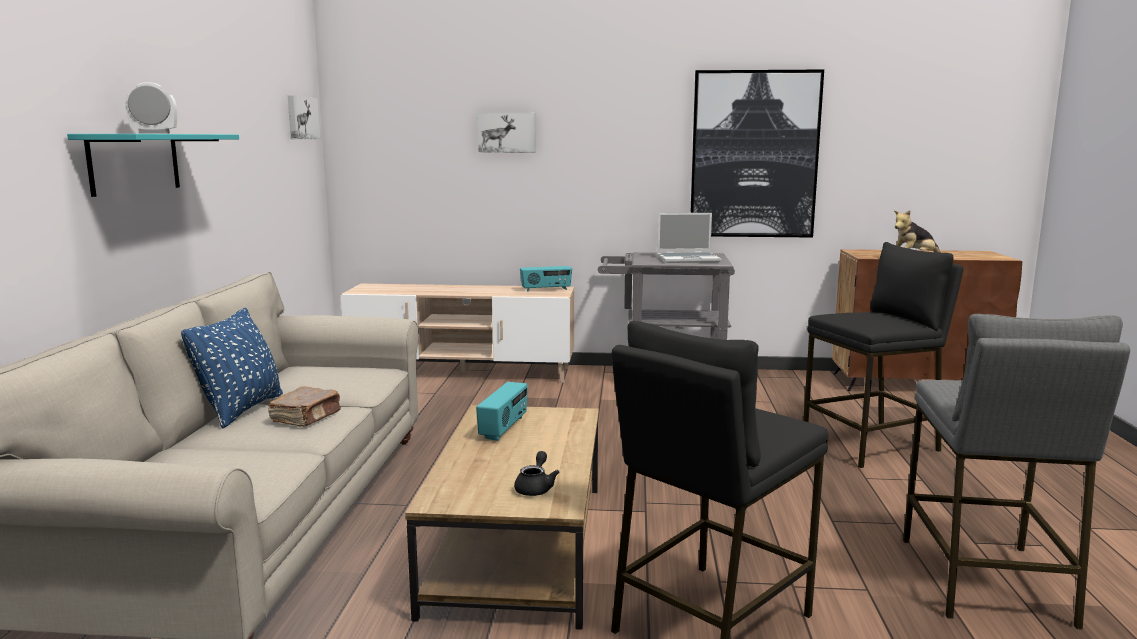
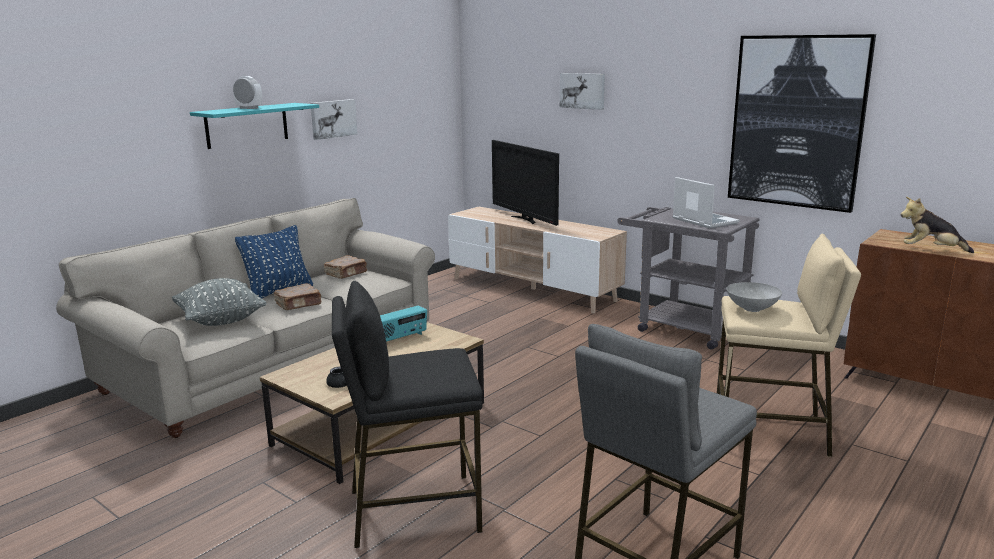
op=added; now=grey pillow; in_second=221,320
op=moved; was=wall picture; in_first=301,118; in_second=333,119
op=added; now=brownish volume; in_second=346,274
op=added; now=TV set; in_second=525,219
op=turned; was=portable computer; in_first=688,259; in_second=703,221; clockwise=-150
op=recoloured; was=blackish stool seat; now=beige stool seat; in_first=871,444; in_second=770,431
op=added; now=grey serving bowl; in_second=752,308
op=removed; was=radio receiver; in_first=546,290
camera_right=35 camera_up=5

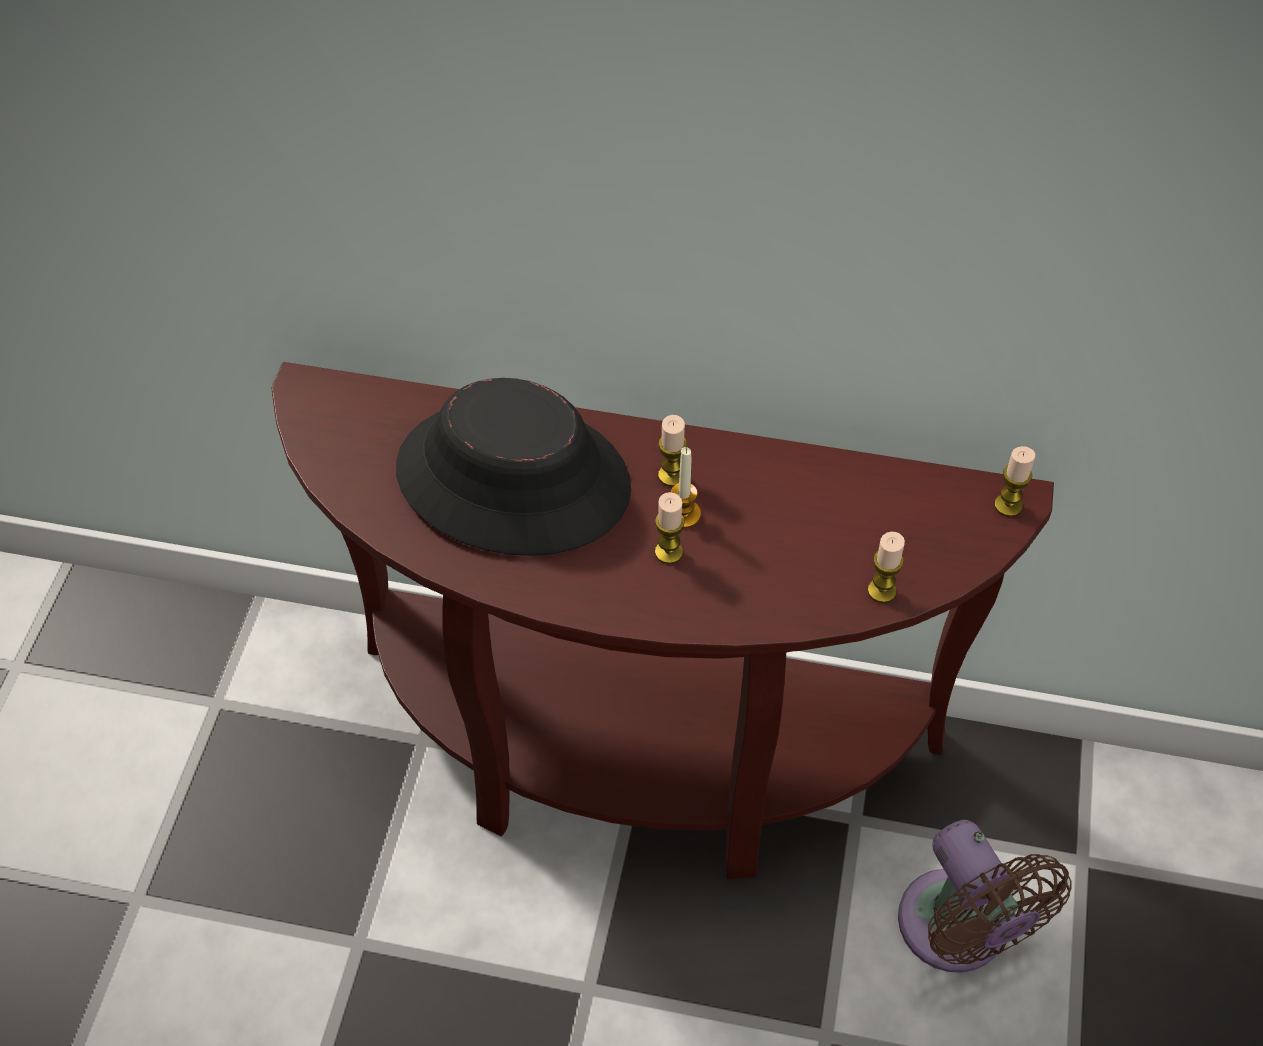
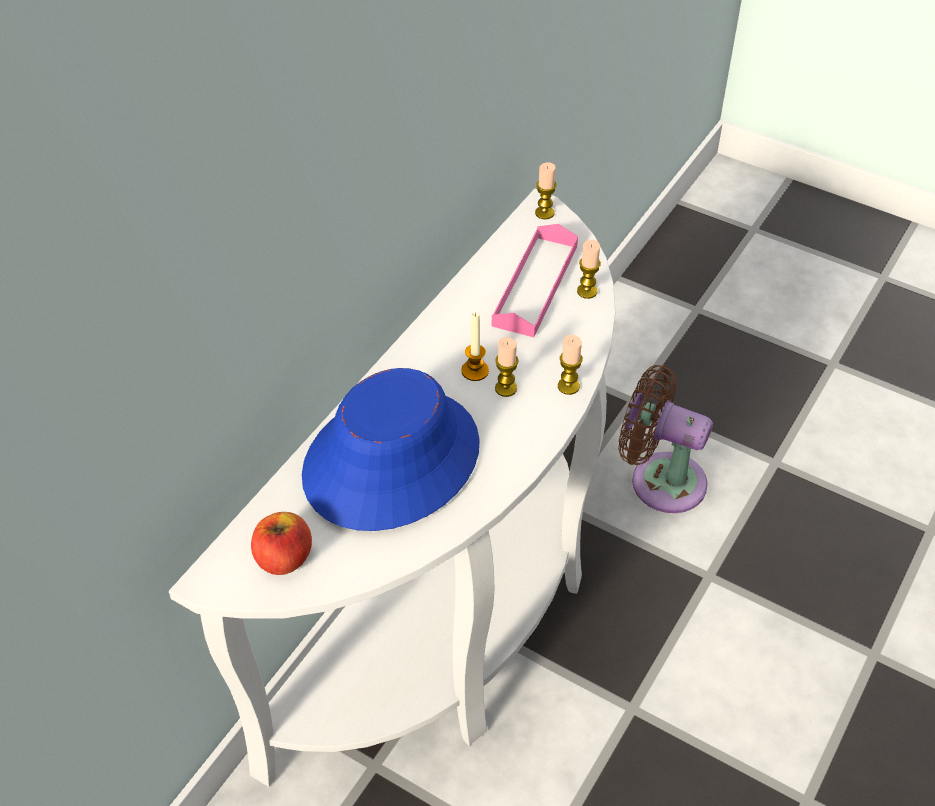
op=recoloured; was=brownish narrow table; now=white-coloured narrow table; in_first=635,756; in_second=454,619
op=added; now=apple; in_second=284,558
op=recoloured; was=blackish hat; now=bluish hat; in_first=514,478; in_second=391,459
op=added; now=pinkish carrying tray; in_second=535,285
op=moved; was=candle; in_first=671,475; in_second=568,386
op=turned; was=brownish cooling fan; in_first=958,933; in_second=660,479; clockwise=-150
camera_right=-70 camera_up=-5

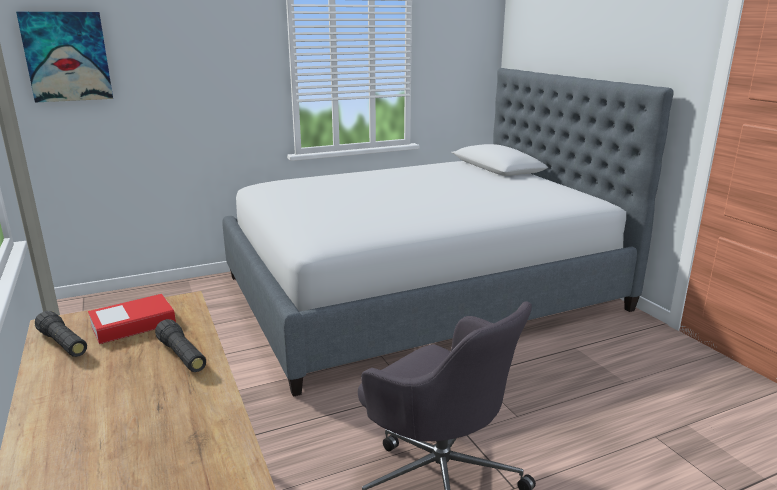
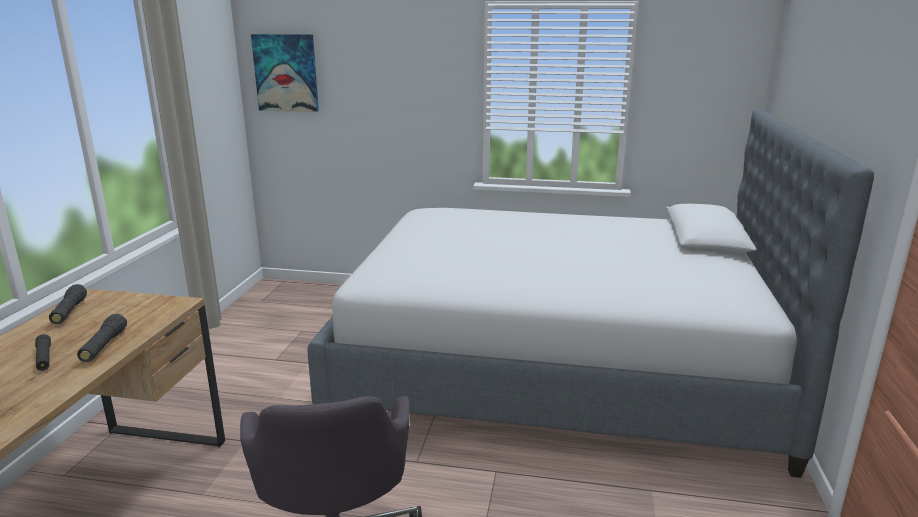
op=added; now=blackish hand torch; in_second=44,358
op=removed; was=volume; in_first=133,325
camera_right=35 camera_up=0

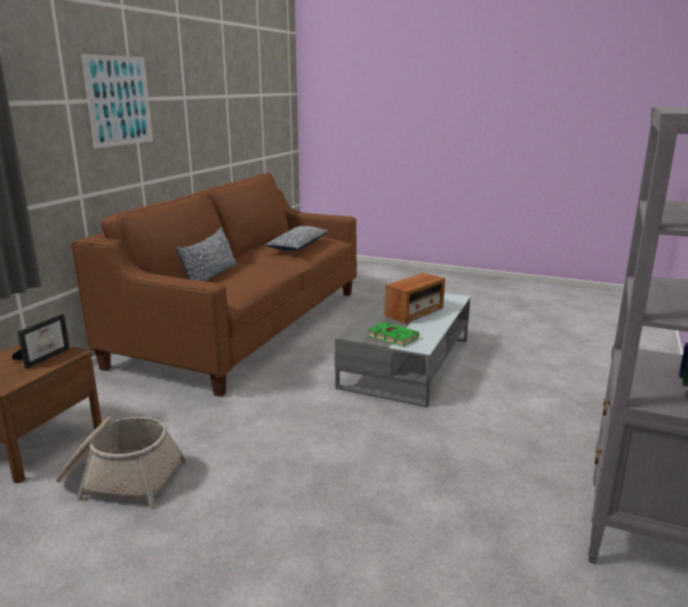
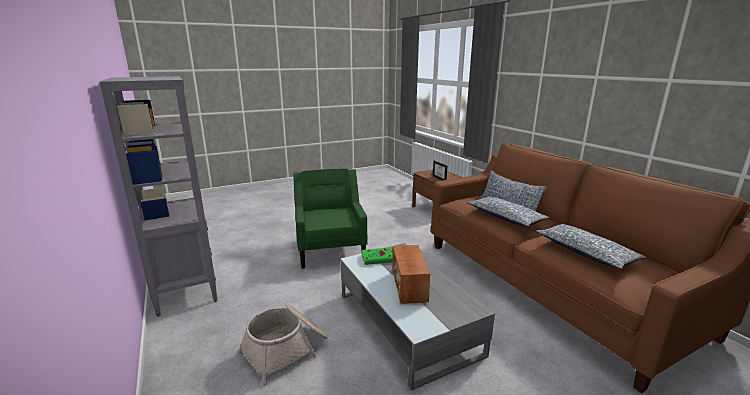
op=moved; was=household basket; in_first=121,478; in_second=286,350
op=added; now=green-coloured easy chair; in_second=330,249
op=added; now=pillow; in_second=505,217
op=removed; was=wall picture; in_first=119,101
camera_right=130 camera_up=0

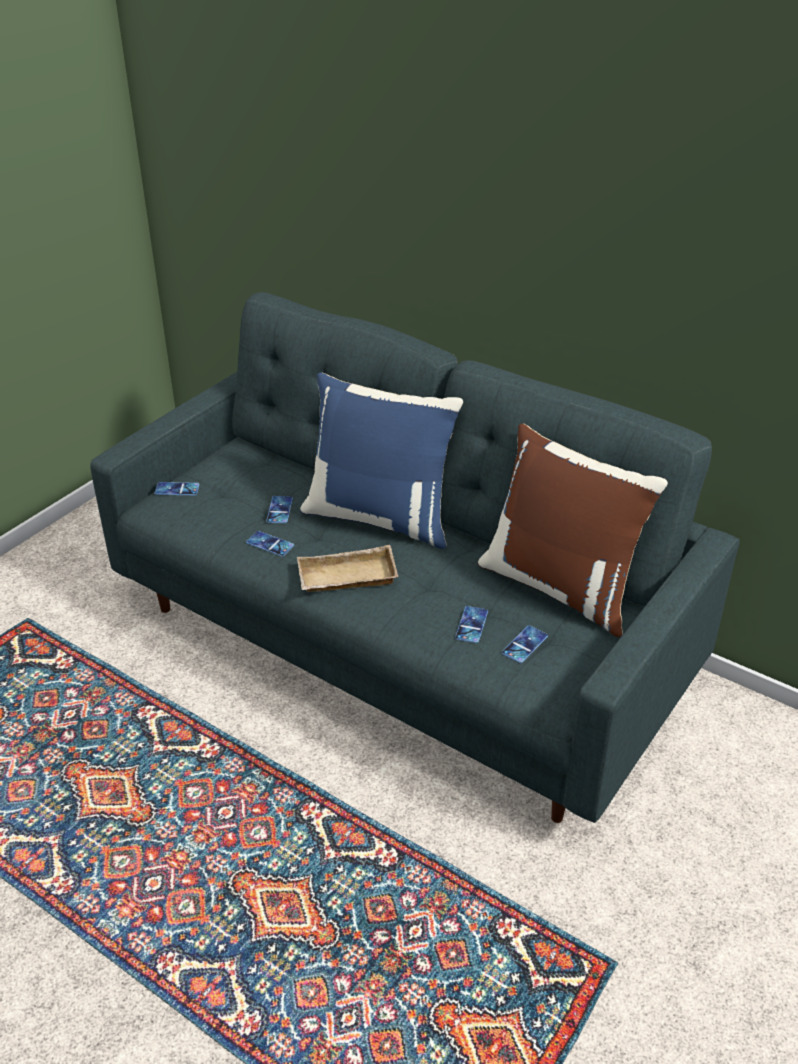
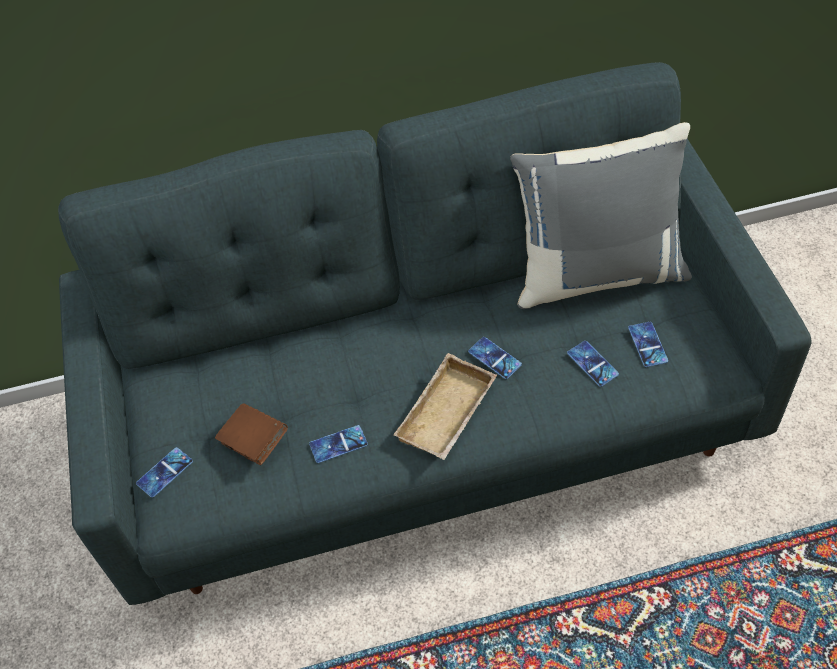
op=added; now=brownish volume; in_second=254,443
op=moved; was=telephone; in_first=279,510; in_second=494,358
op=recoloured; was=brownish pillow; now=grey pillow; in_first=561,587; in_second=597,273
op=removed; was=bluish pillow; in_first=381,517
camera_right=-45 camera_up=15

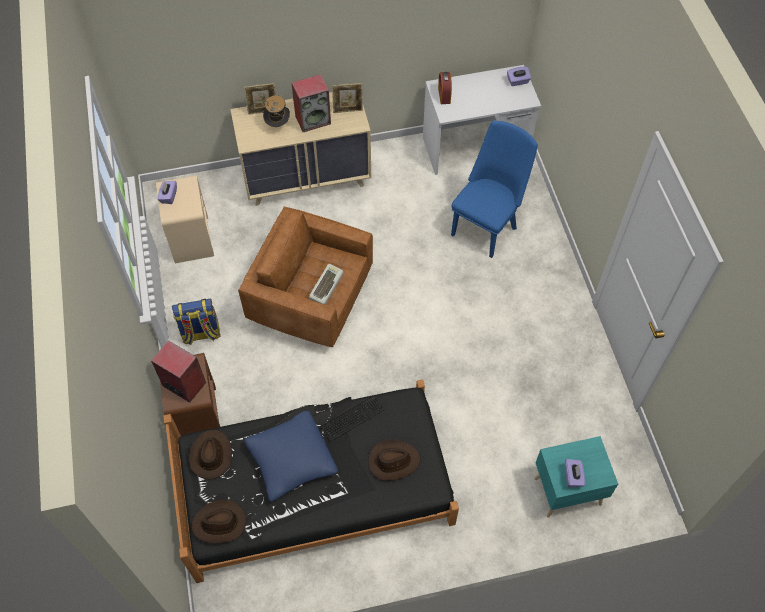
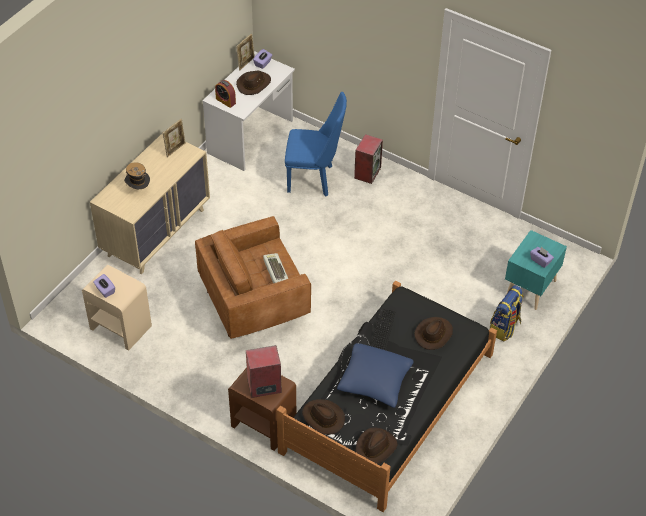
op=moved; was=standing frame; in_first=263,111; in_second=246,63
op=added; now=brownish hat; in_second=254,84
op=turned; was=bluish plain chair; in_first=486,227; in_second=315,179; clockwise=105
op=moved; was=audio speaker; in_first=313,119; in_second=367,172
op=moved; was=backpack; in_first=200,333; in_second=504,328
camera_right=-45 camera_up=-10

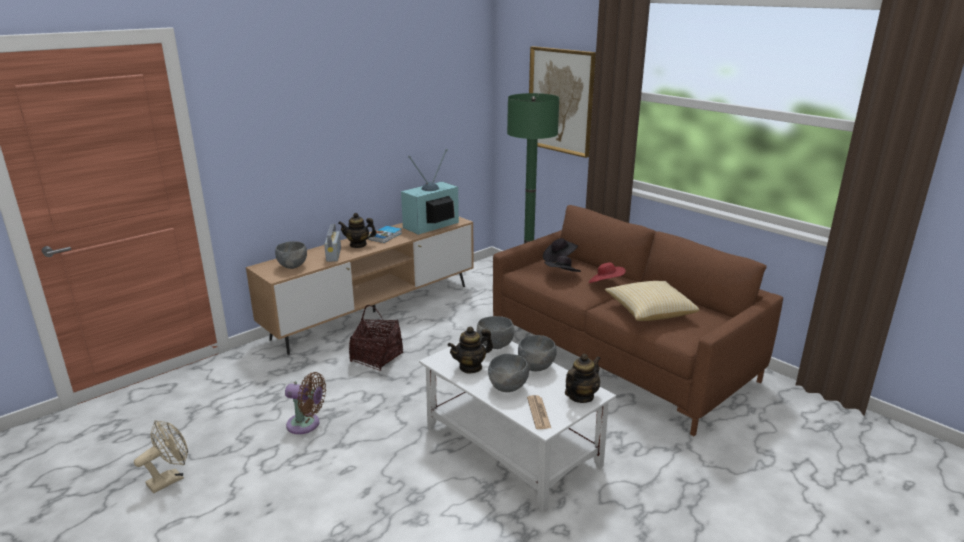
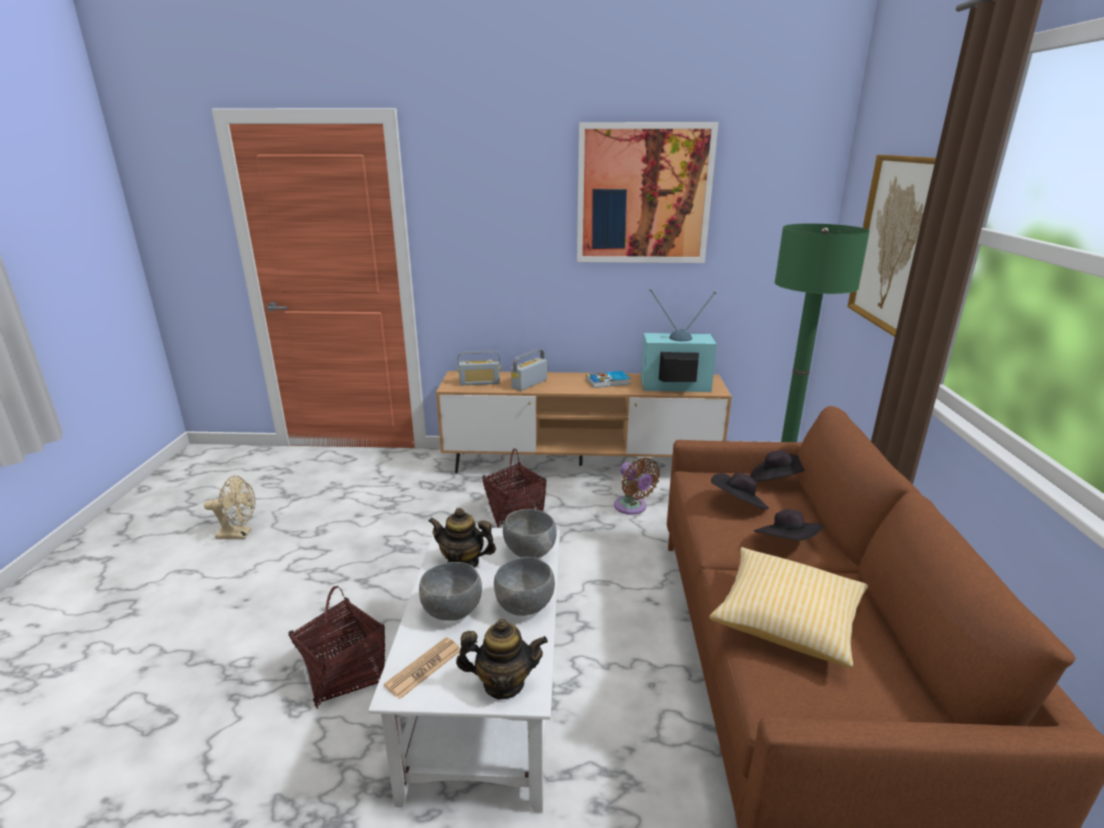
op=added; now=household basket; in_second=344,673
op=replaced; was=grey serving bowl; now=radio receiver; in_first=293,266; in_second=479,382
op=added; now=wall picture; in_second=643,194
op=moved; was=brownish cooling fan; in_first=306,424; in_second=632,507
op=recoloured; was=red-coloured hat; now=blackish hat; in_first=605,284; in_second=786,544
op=removed; was=tea pot; in_first=358,245
camera_right=45 camera_up=0

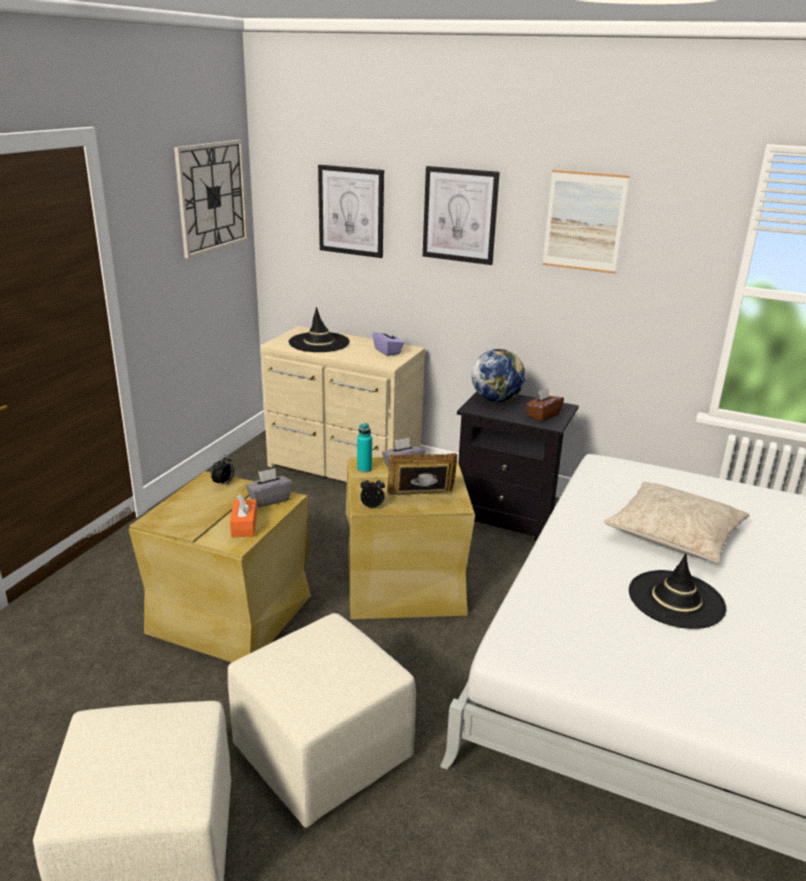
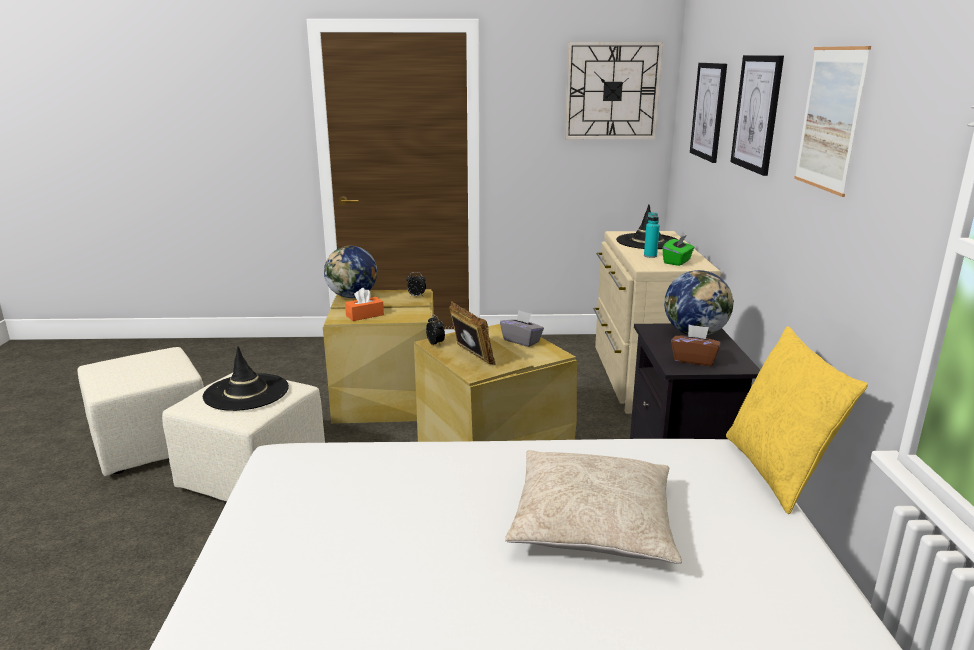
op=moved; was=blackish hat; in_first=676,599; in_second=246,392
op=added; now=world globe; in_second=352,296
op=moved; was=turquoise drink bottle; in_first=364,469; in_second=650,256
op=recoloured; was=purple tissue holder; now=green-coloured tissue holder; in_first=388,351; in_second=677,262
op=added; now=yellow-coloured pillow; in_second=778,471
op=removed; was=grey tissue holder; in_first=269,499
camera_right=65 camera_up=-5

